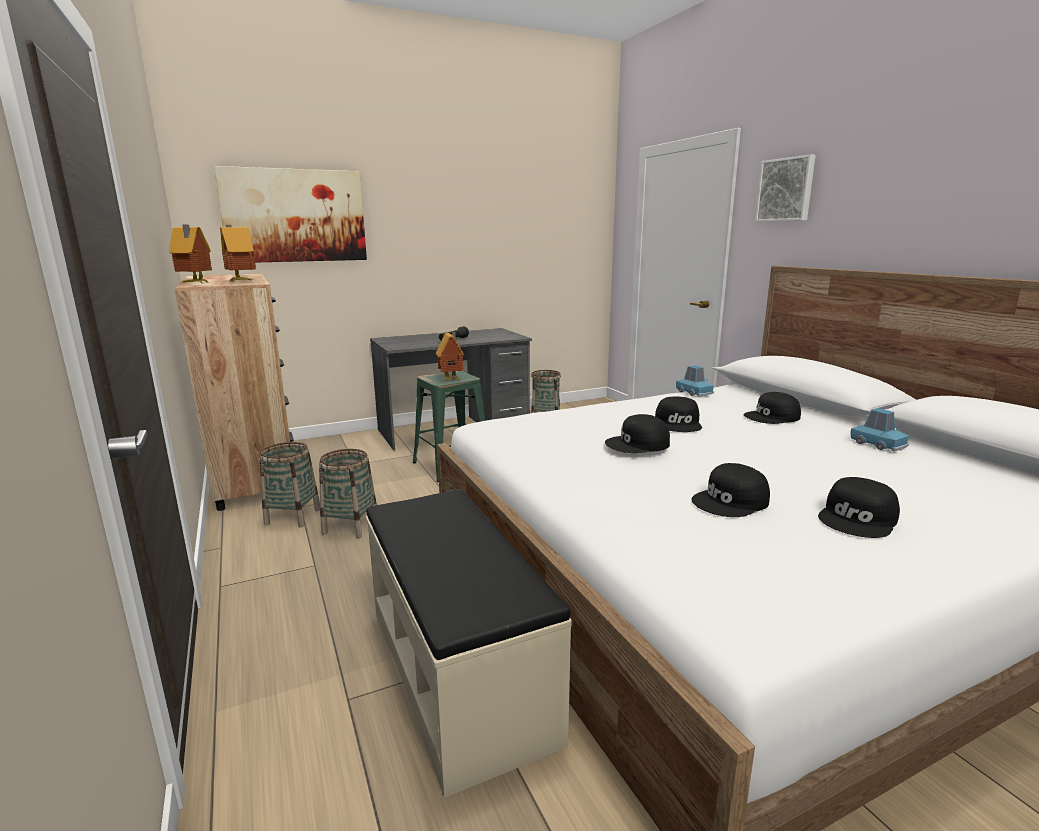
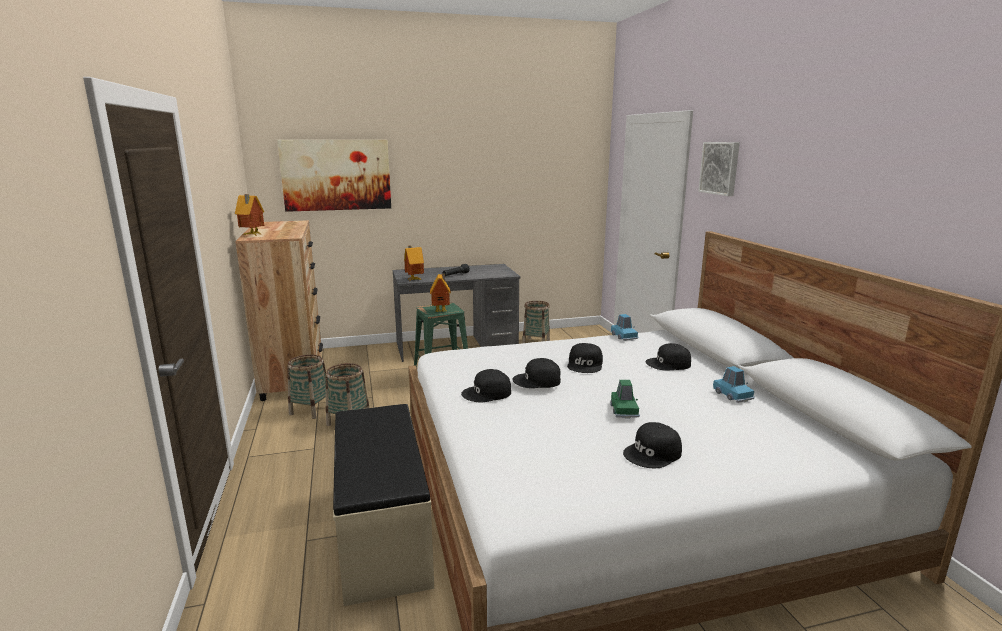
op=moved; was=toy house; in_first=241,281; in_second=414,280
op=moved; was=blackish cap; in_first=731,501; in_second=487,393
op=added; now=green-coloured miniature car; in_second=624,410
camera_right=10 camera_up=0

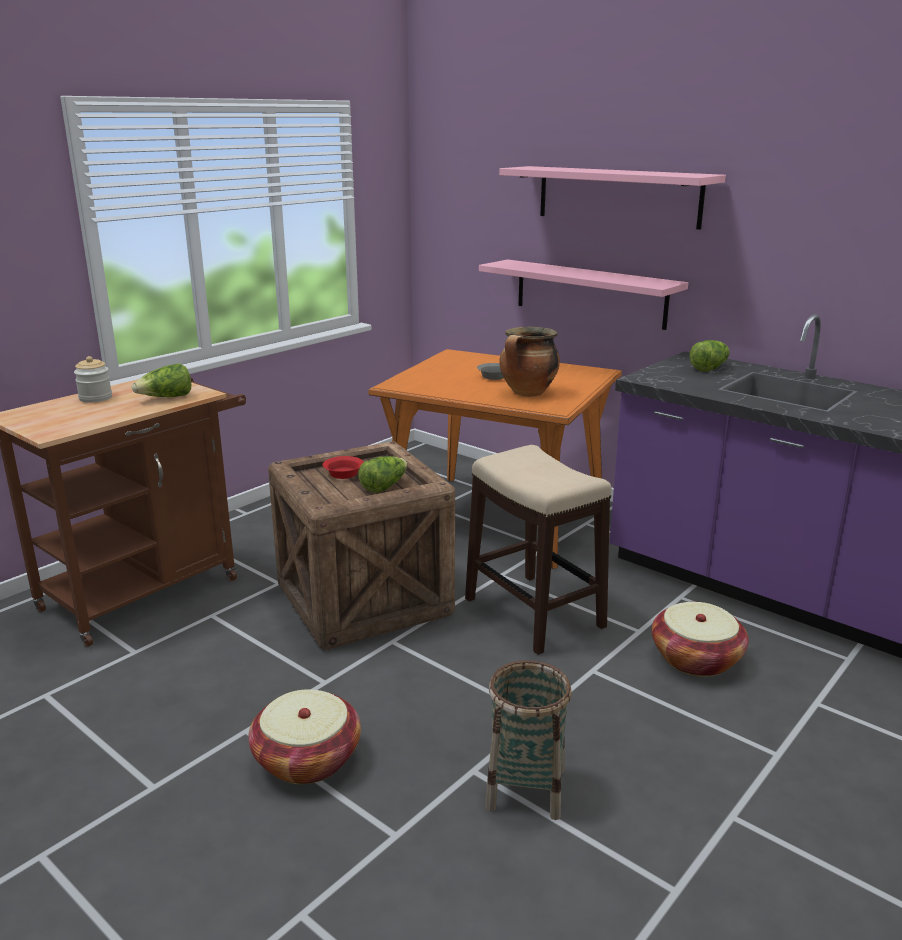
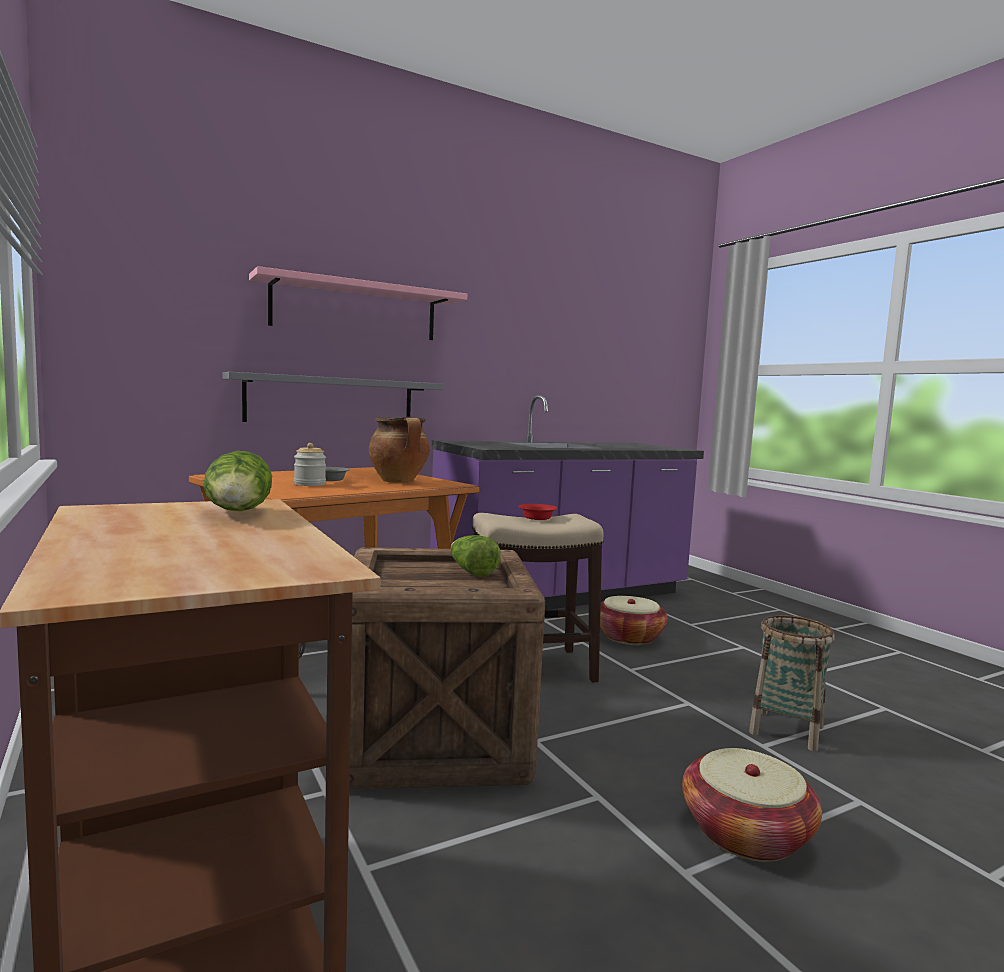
op=recoloured; was=pinkish bracket shelf; now=grey bracket shelf; in_first=589,293; in_second=331,401
op=moved; was=preserve jar; in_first=95,398; in_second=310,484
op=moved; was=red-coloured serving bowl; in_first=344,474; in_second=537,518
op=removed; was=lettuce; in_first=709,368
camera_right=-70 camera_up=-15

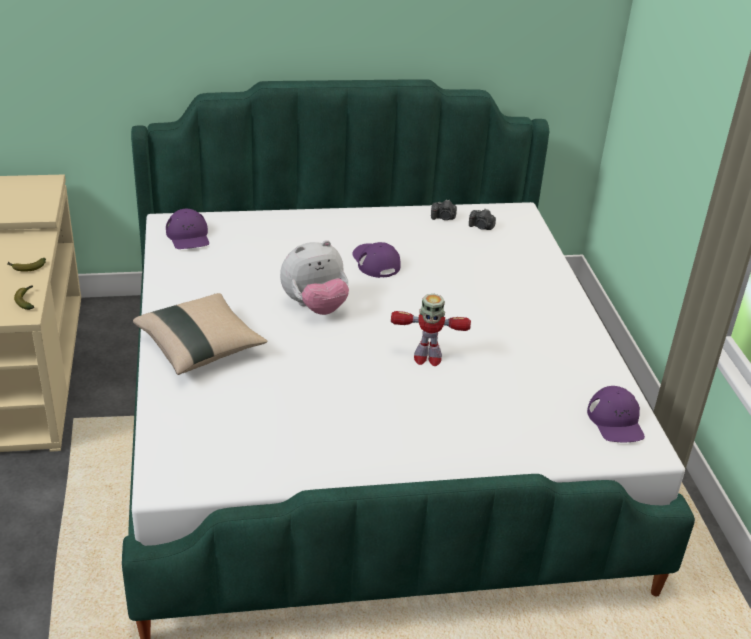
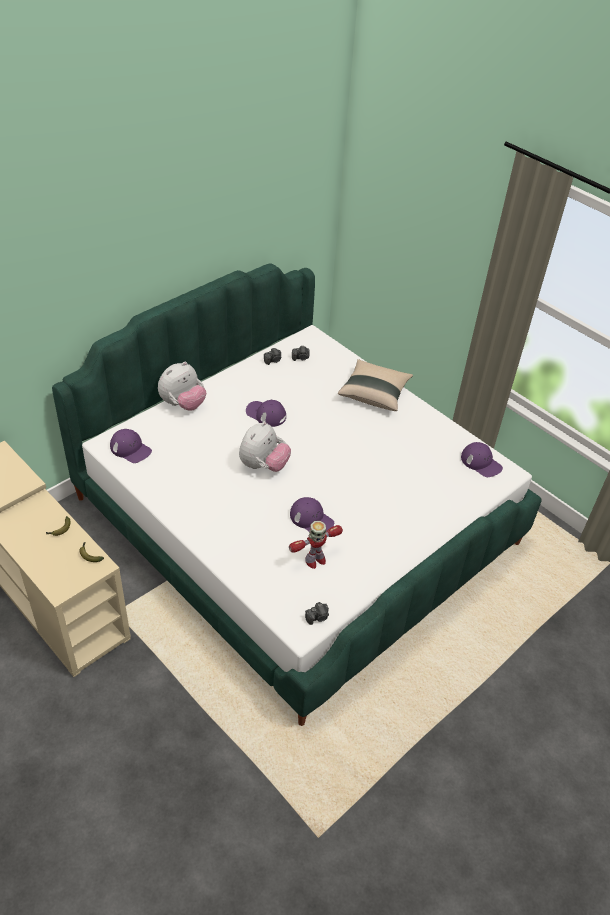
op=added; now=soft toy; in_second=183,404
op=moved; was=toy robot; in_first=427,358; in_second=314,560
op=added; now=purple cap; in_second=311,519
op=added; now=photo camera; in_second=317,617
op=moved; was=beige pillow; in_first=200,348; in_second=374,394
camera_right=-35 camera_up=10

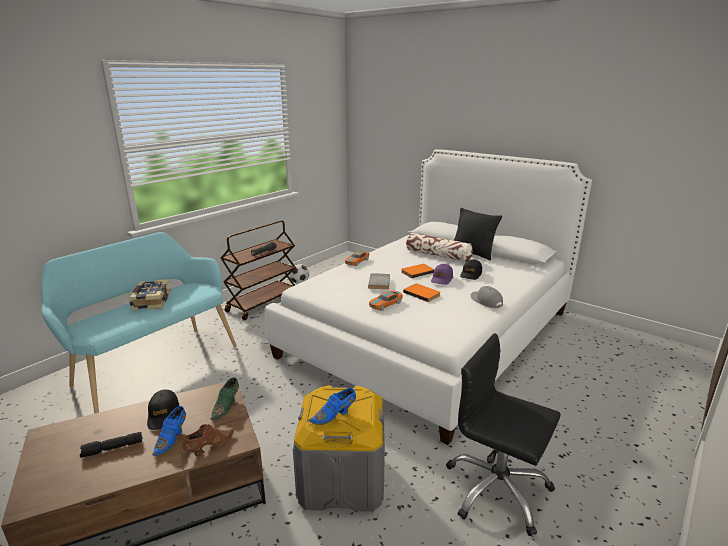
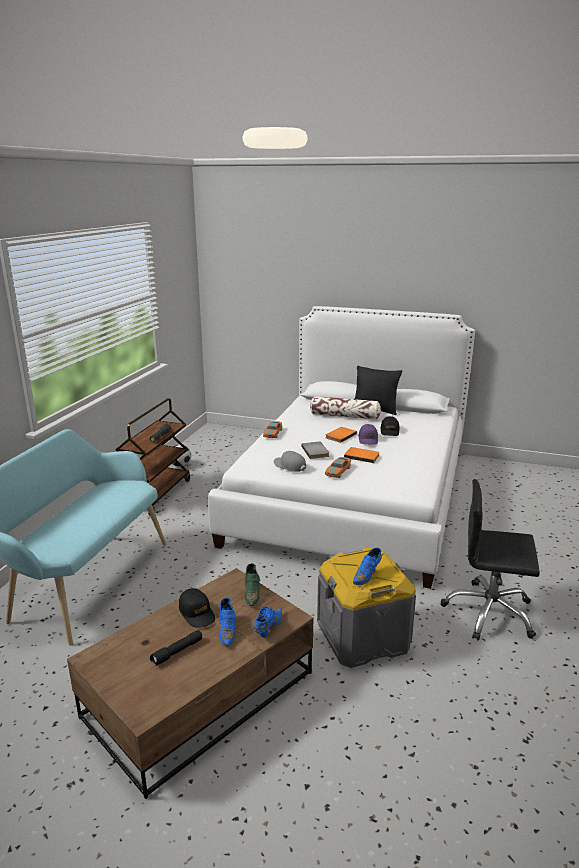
op=recoloured; was=brownish item of footwear; now=bluish item of footwear; in_first=208,447; in_second=268,628
op=moved; was=grey cap; in_first=486,301; in_second=289,466
op=removed; was=volume; in_first=150,301
camera_right=-20 camera_up=0

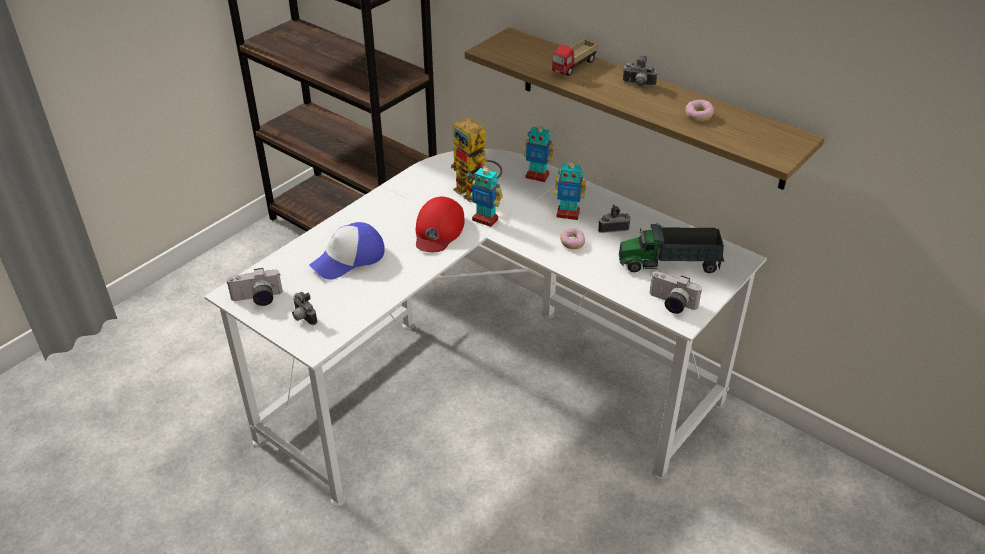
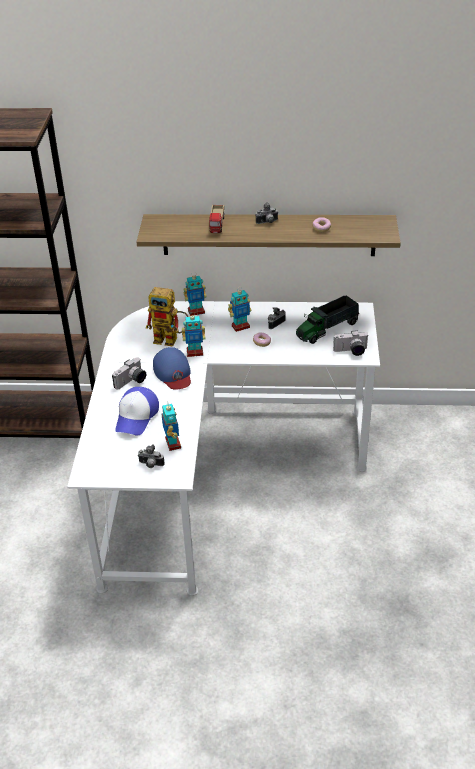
op=moved; was=photo camera; in_first=257,299; in_second=132,382
op=recoloured; was=red-coloured cap; now=bluish cap; in_first=438,230; in_second=173,372
op=added; now=toy robot; in_second=172,443
camera_right=-35 camera_up=0

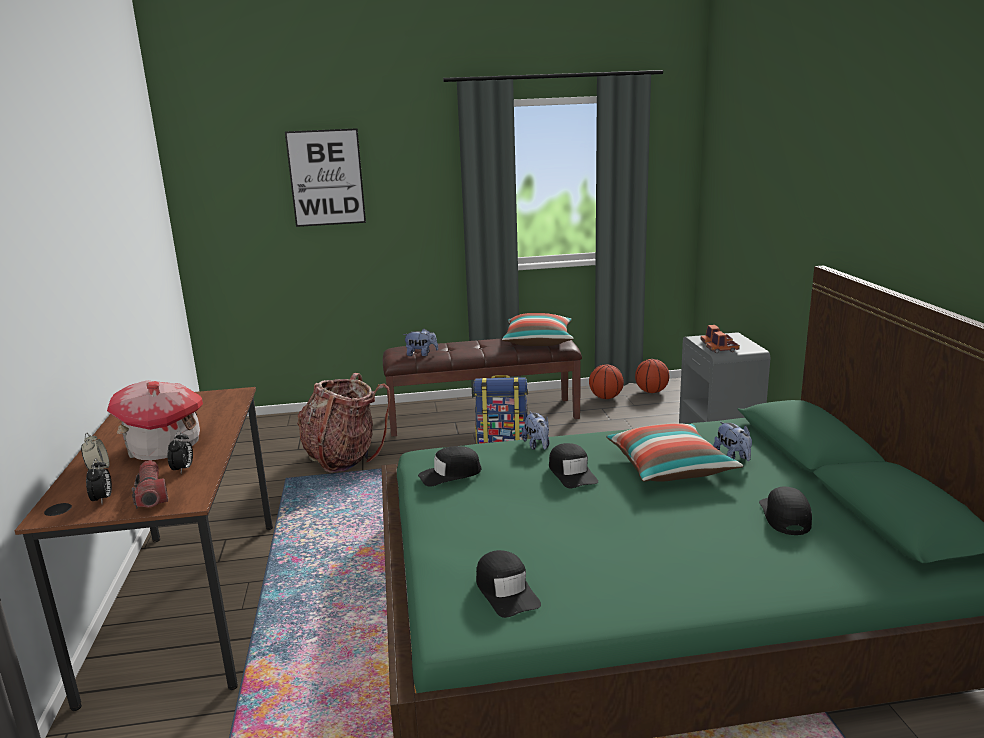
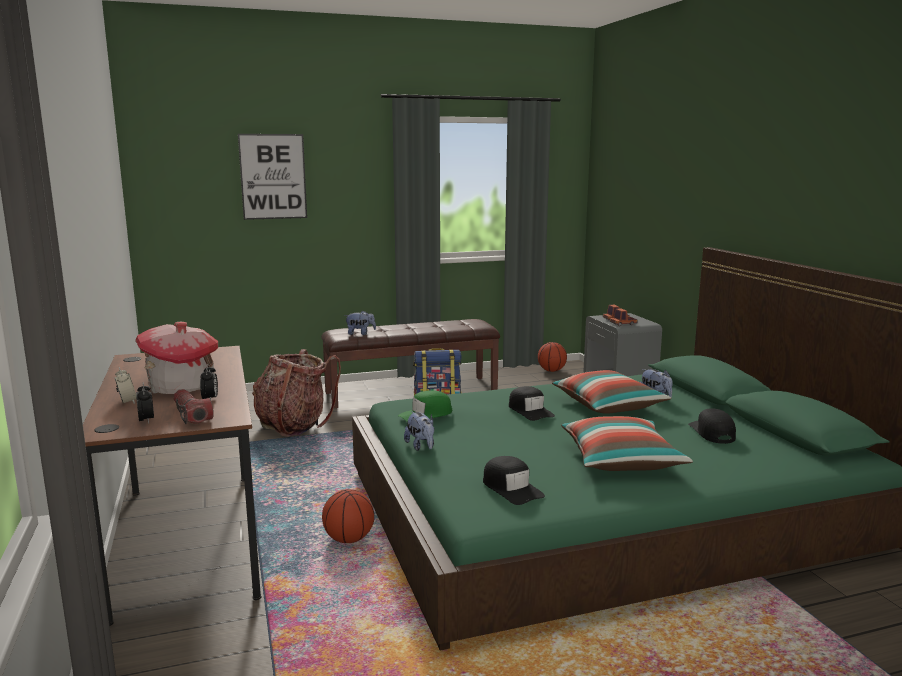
op=moved; was=basketball ball; in_first=605,397; in_second=348,539
op=recoloured; was=blackish cap; now=green-coloured cap; in_first=450,474; in_second=426,414
op=moved; was=soft toy; in_first=537,446; in_second=421,446
op=moved; was=pillow; in_first=538,341; in_second=620,460
camera_right=-10 camera_up=-5

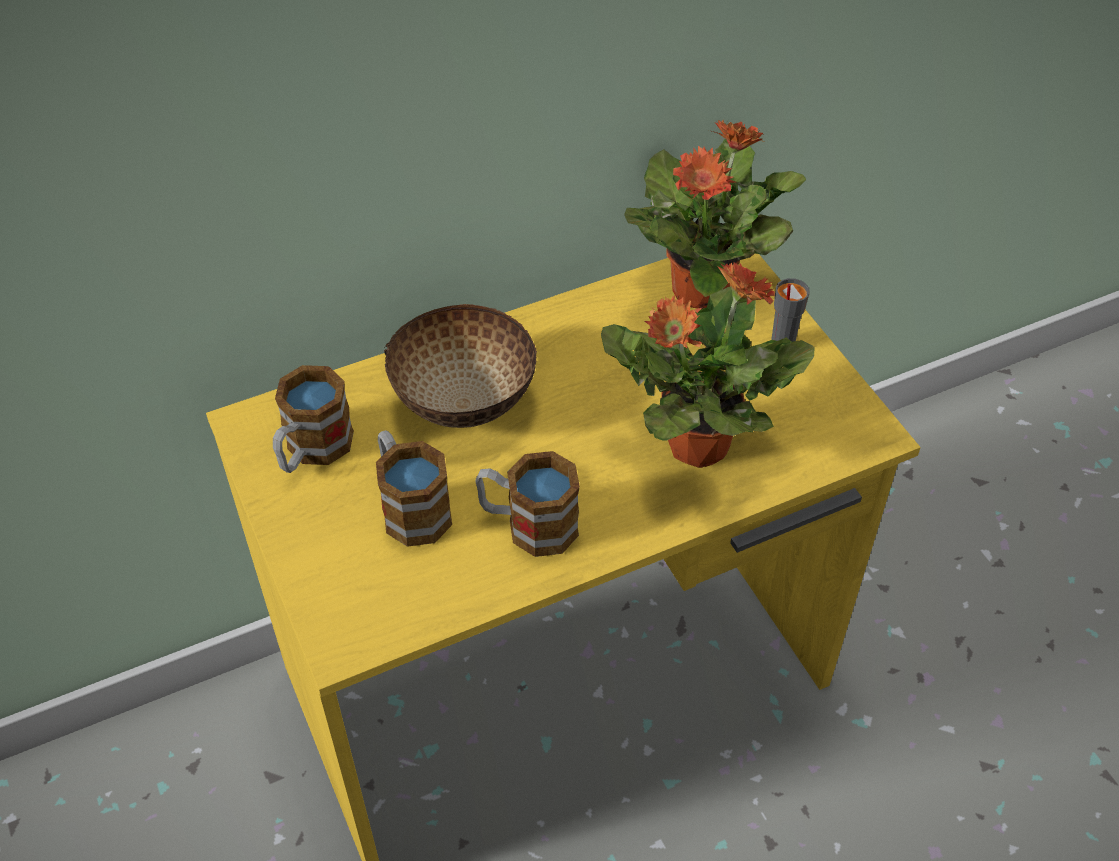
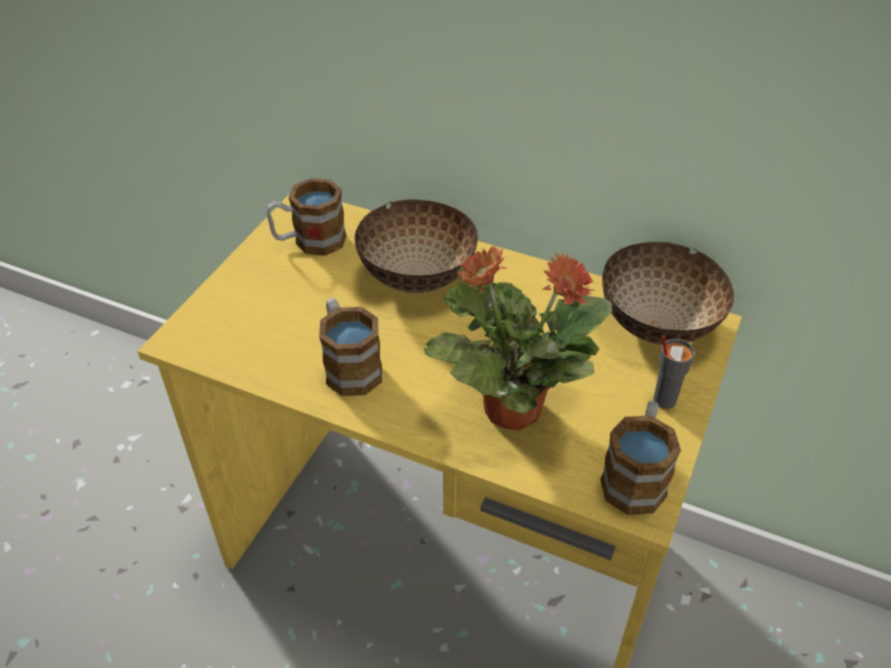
op=moved; was=mug; in_first=410,507; in_second=636,476
op=replaced; was=plant in a pot; now=serving bowl; in_first=702,289; in_second=658,327
camera_right=50 camera_up=-5

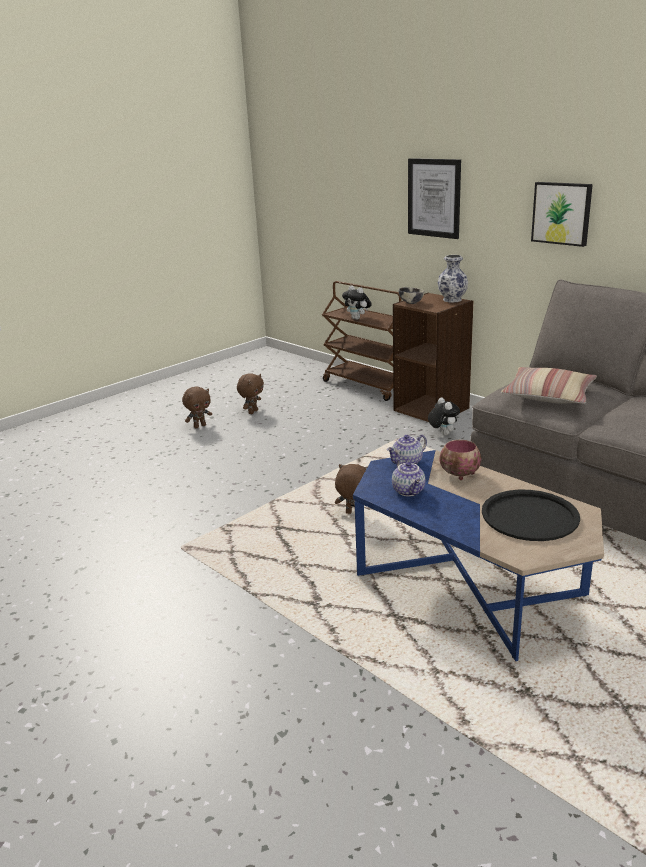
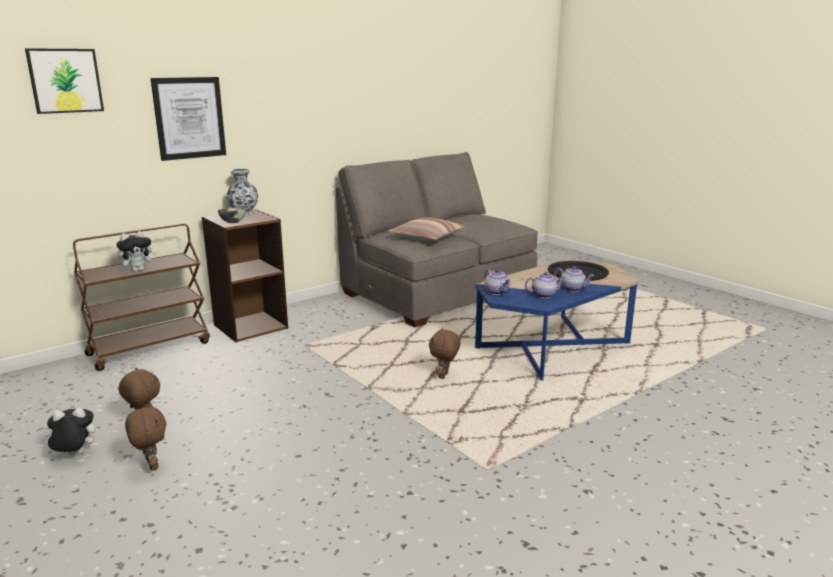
op=moved; was=wall picture; in_first=562,213; in_second=65,80
op=moved; was=soft toy; in_first=442,433; in_second=74,455
op=added; now=tea pot; in_second=572,289
op=removed; was=serving bowl; in_first=460,474
camera_right=-85 camera_up=-5

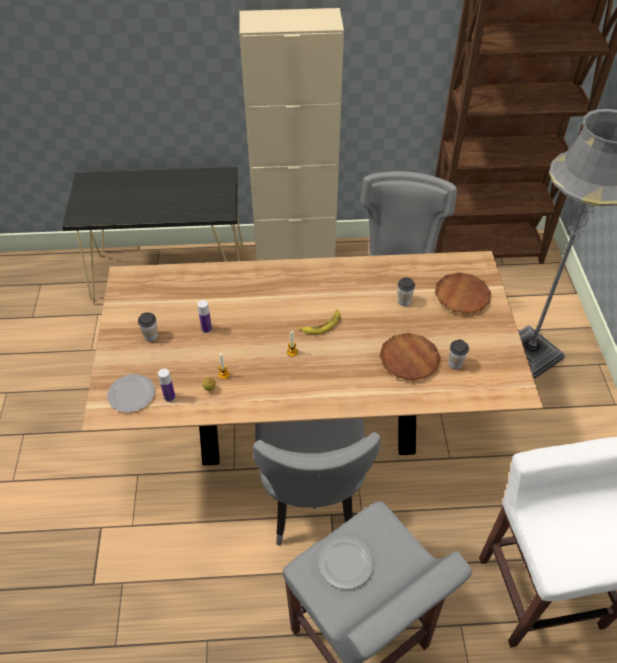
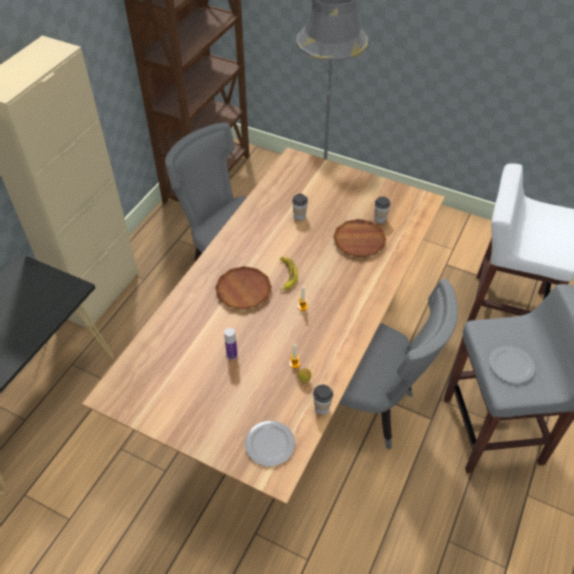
op=moved; was=brownish flat dish; in_first=462,296; in_second=243,290
op=moved; was=small cup; in_first=151,336; in_second=322,408
op=removed; was=drink bottle; in_first=169,397
camera_right=-60 camera_up=0

